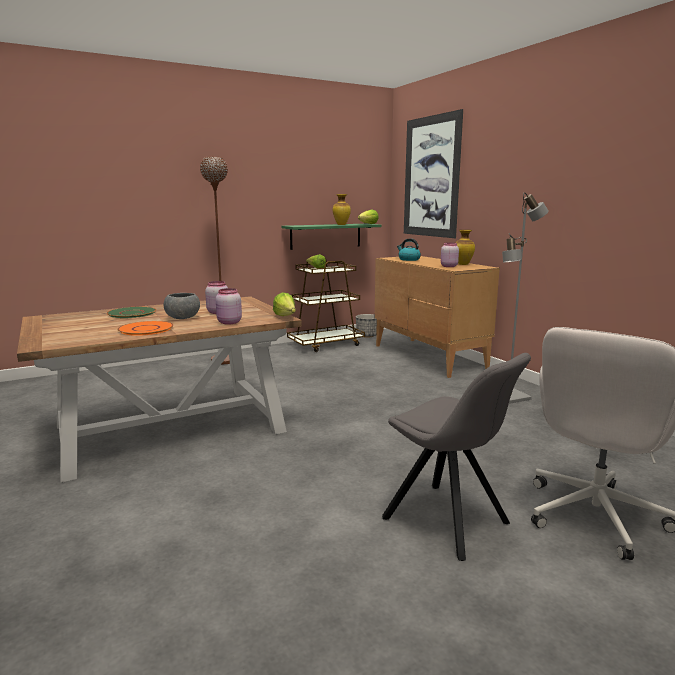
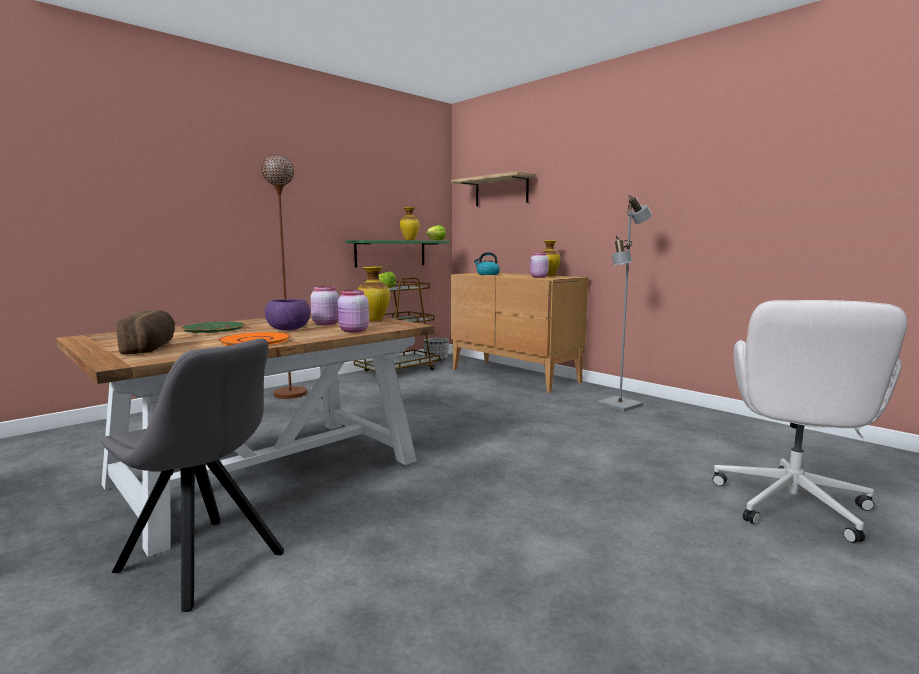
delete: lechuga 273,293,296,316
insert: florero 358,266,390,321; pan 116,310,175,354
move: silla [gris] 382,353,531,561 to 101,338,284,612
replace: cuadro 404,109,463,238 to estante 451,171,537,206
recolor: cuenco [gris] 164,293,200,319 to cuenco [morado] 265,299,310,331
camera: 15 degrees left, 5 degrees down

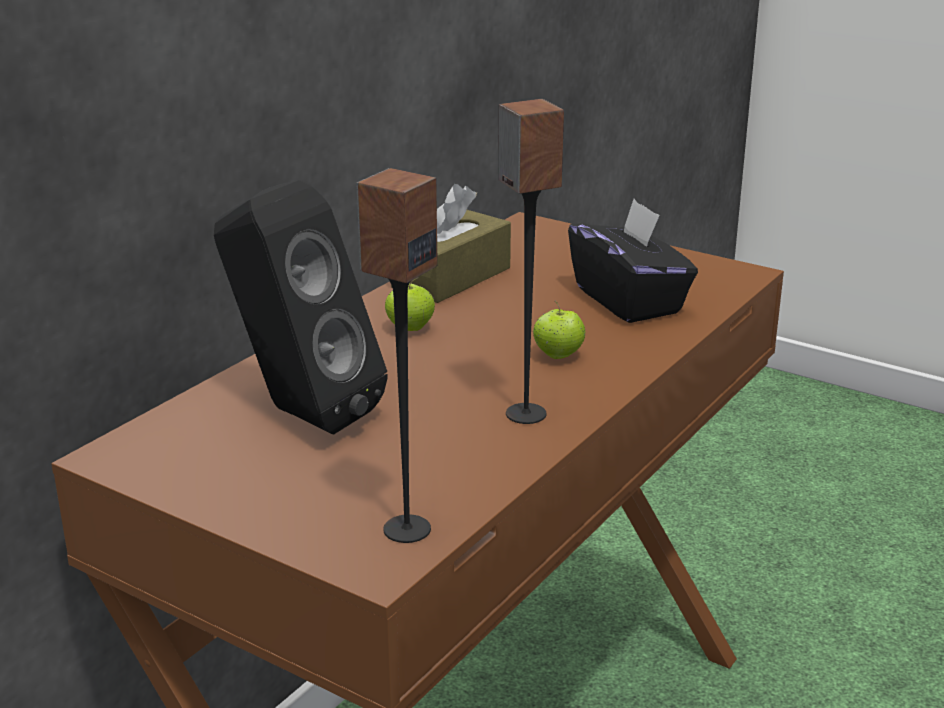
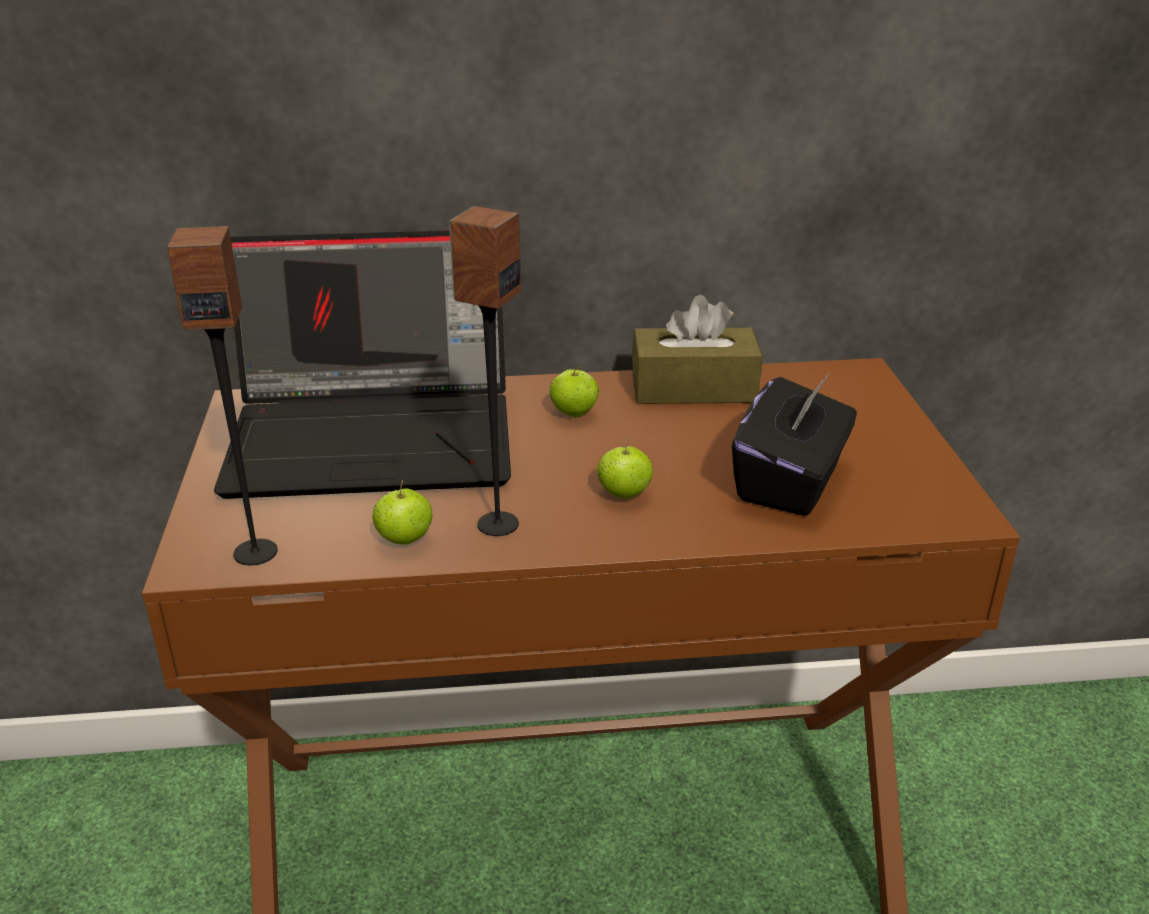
insert: manzana 372,480,432,545
replace: altavoz [negro] 214,180,388,434 to portátil 214,230,511,499
camera: 50 degrees right, 5 degrees up

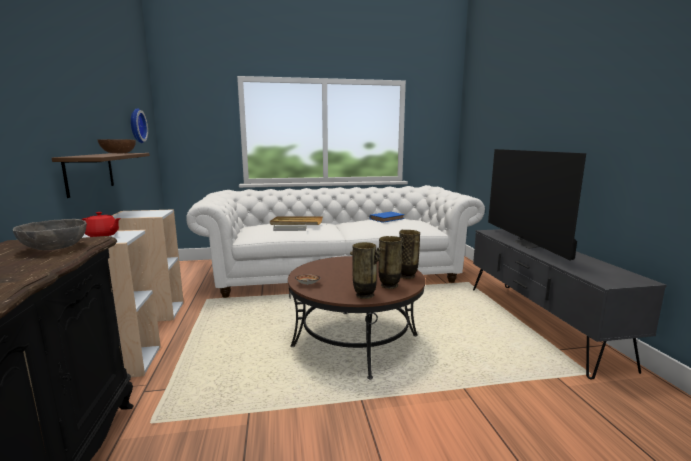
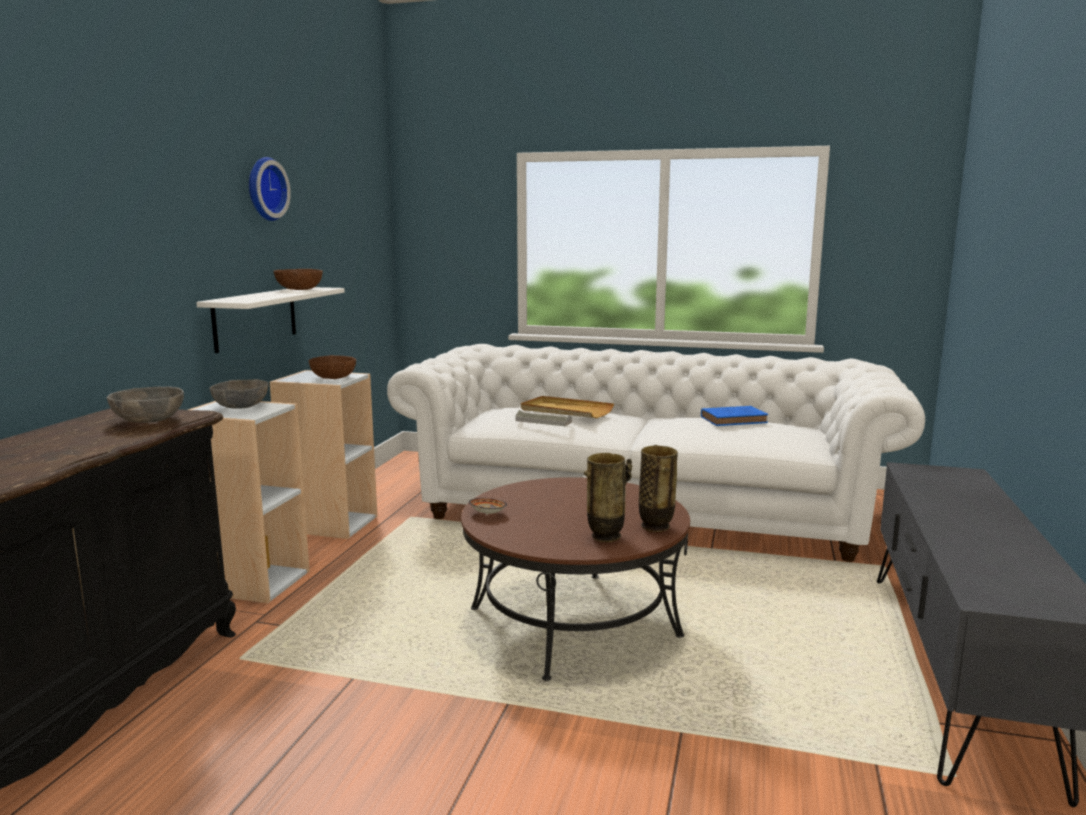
delete: televisor 488,149,586,260; florero 350,242,380,299
insert: cuenco [marrón] 309,355,356,379
move: reloj de pared 131,108,148,143 to 249,157,291,221
replace: tetera [rojo] 82,212,121,237 to cuenco [gris] 209,379,269,409
recolor: estante [marrón] 52,153,150,198 to estante [blanco] 196,287,345,353
camera: 25 degrees right, 0 degrees up

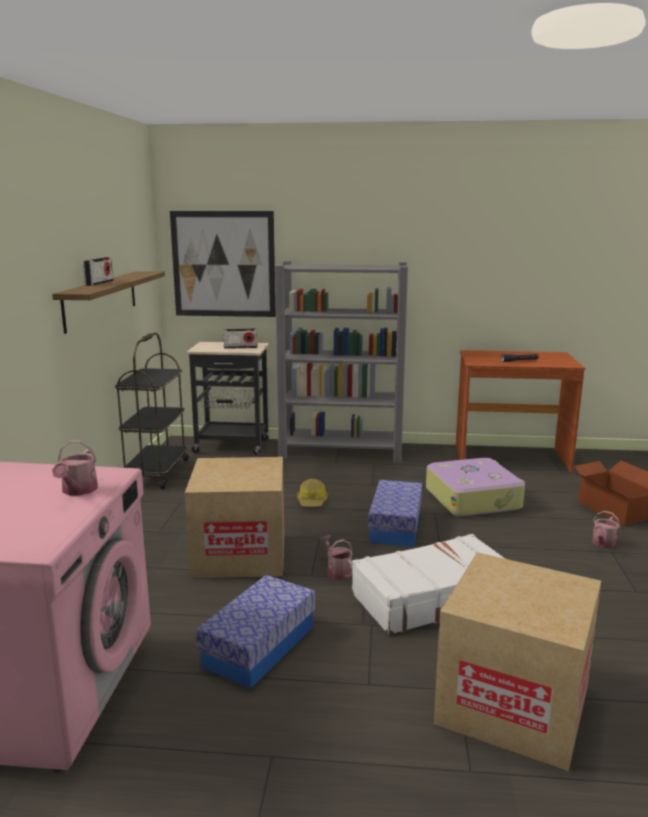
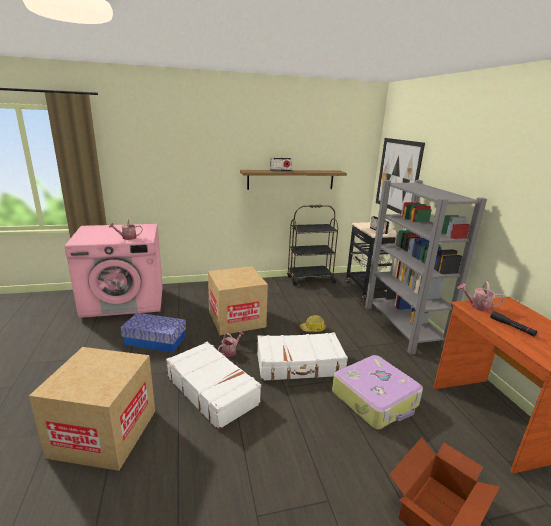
move: regadera 592,511,620,548 to 457,281,505,312
replace: caja de almacenaje 368,480,422,547 to maleta [blanco] 257,332,348,381
camera: 70 degrees right, 5 degrees up

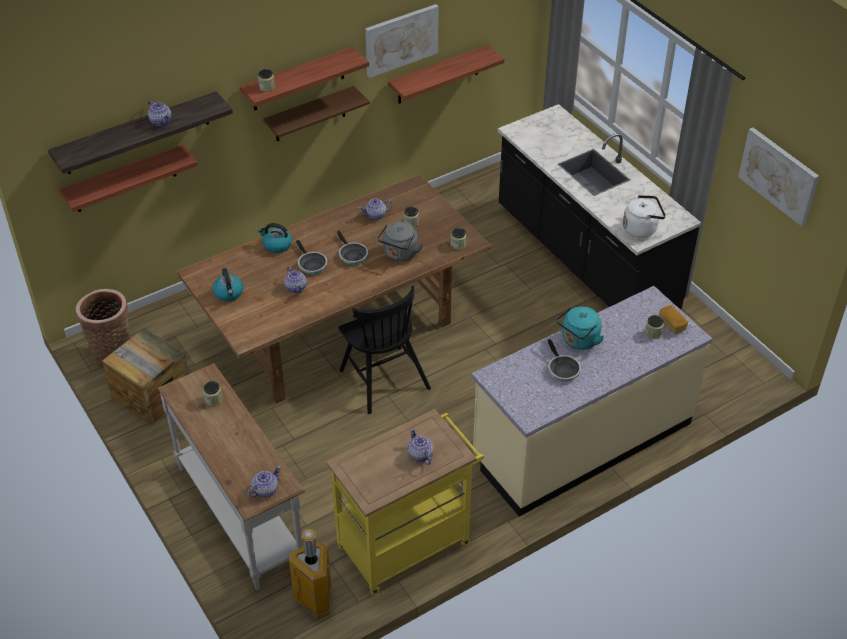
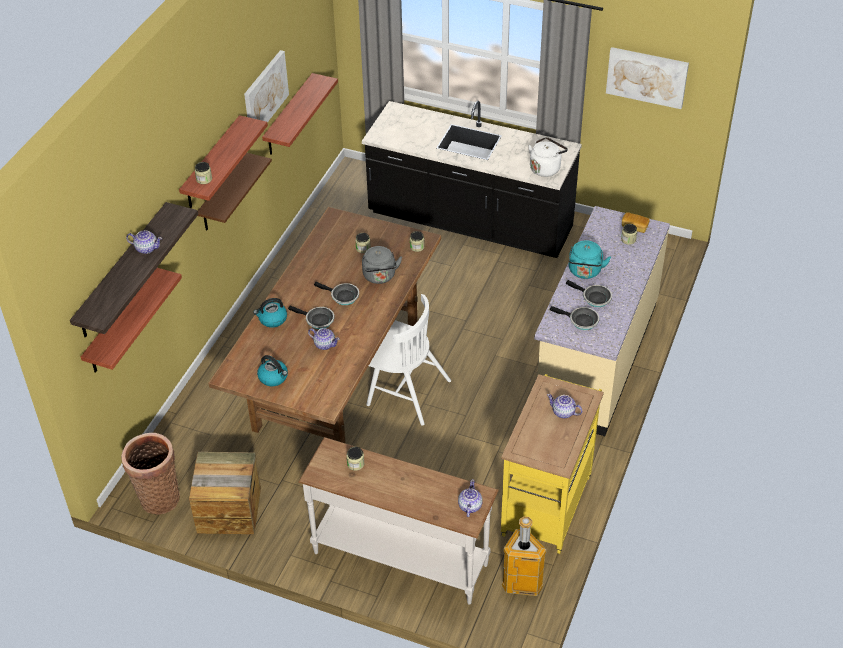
delete: tetera 359,199,392,220
insert: sartén 550,306,599,330
recolor: silla [negro] 338,285,431,414 to silla [blanco] 366,294,451,425
camera: 35 degrees left, 0 degrees up

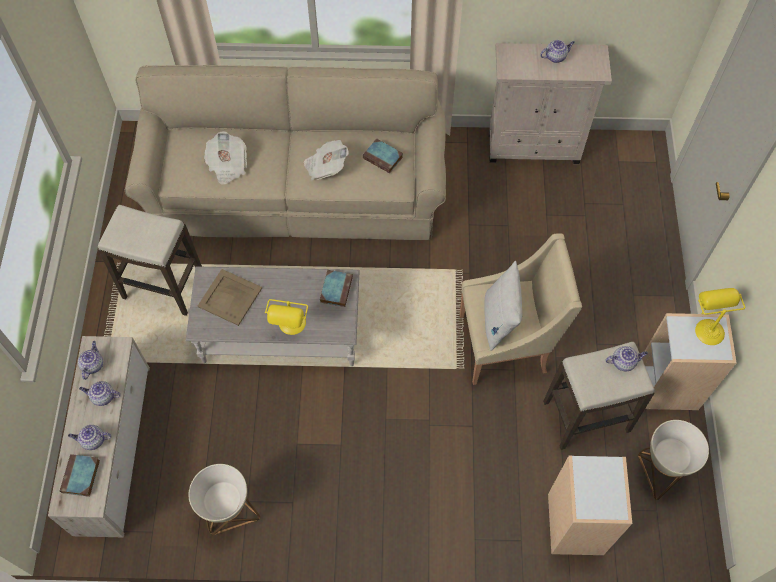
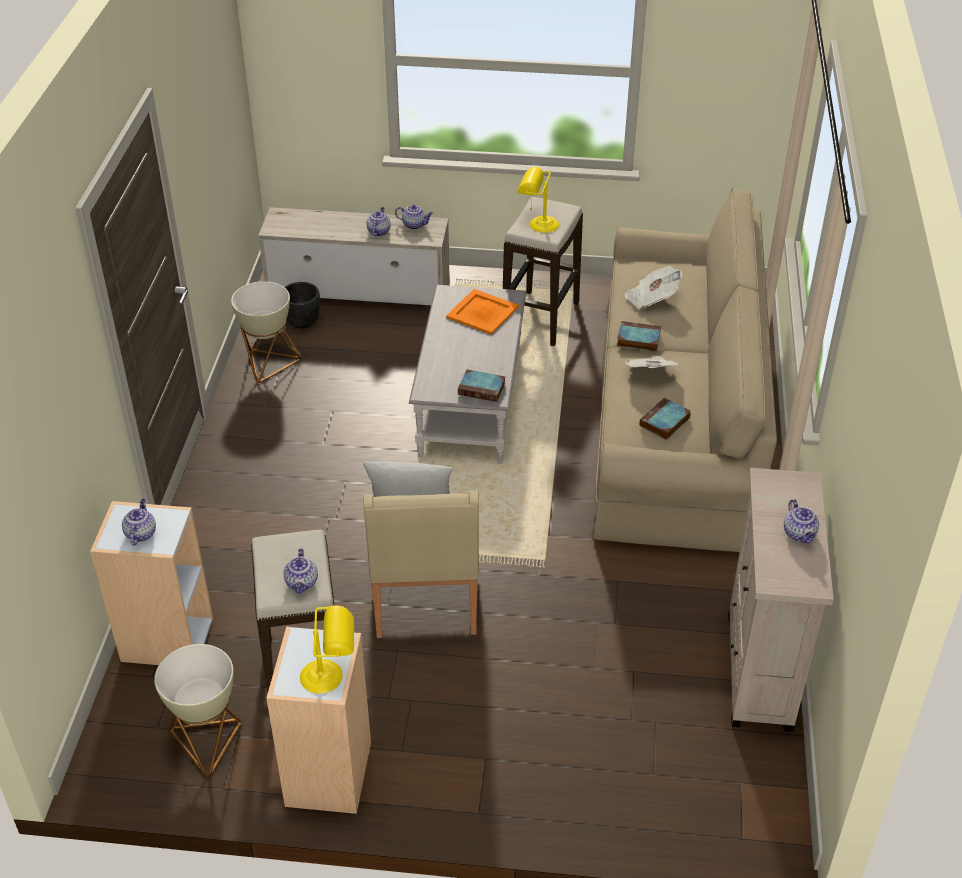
insert: maceta [negro] 285,282,320,328
move: lámpara de mesa [amarillo] 265,299,308,335 to 518,167,559,233; tetera 68,425,111,450 to 122,499,156,546; libro 60,454,100,497 to 617,321,661,351
recolor: bandeja [beis] 198,269,262,326 to bandeja [naranja] 446,289,519,335
camera: 95 degrees right, 20 degrees down

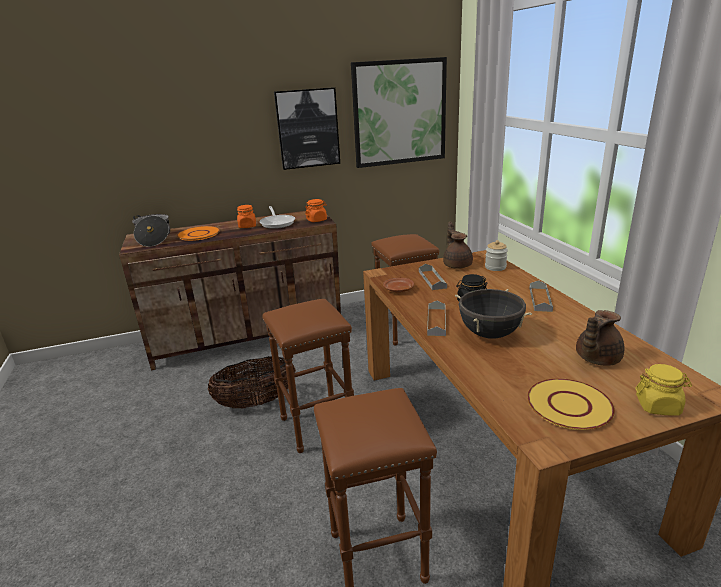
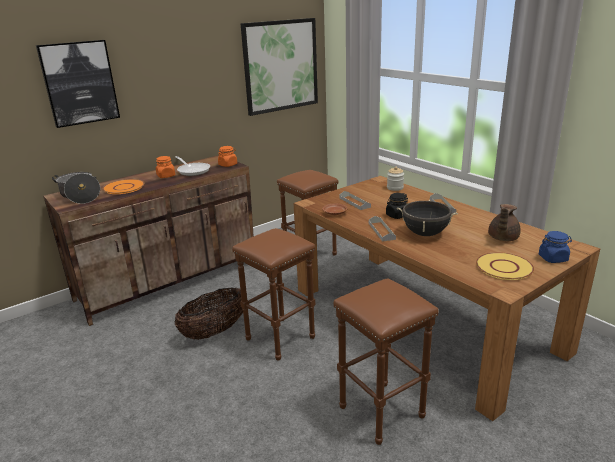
delete: tetera [marrón] 443,222,473,269
move: cuadro 274,87,340,170 to 36,40,120,128
recolor: tarro [amarillo] 635,364,692,416 to tarro [azul] 539,231,572,263
camera: 20 degrees left, 0 degrees up

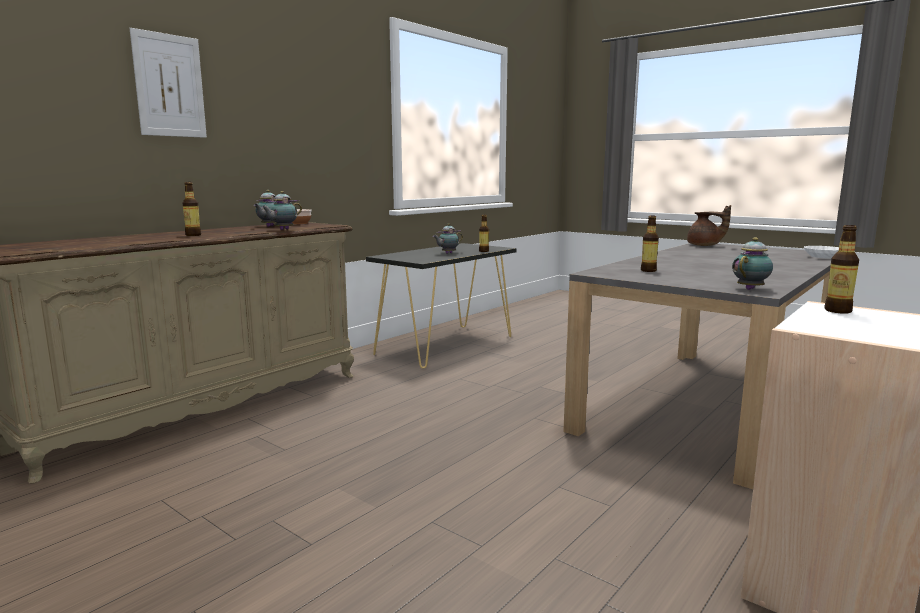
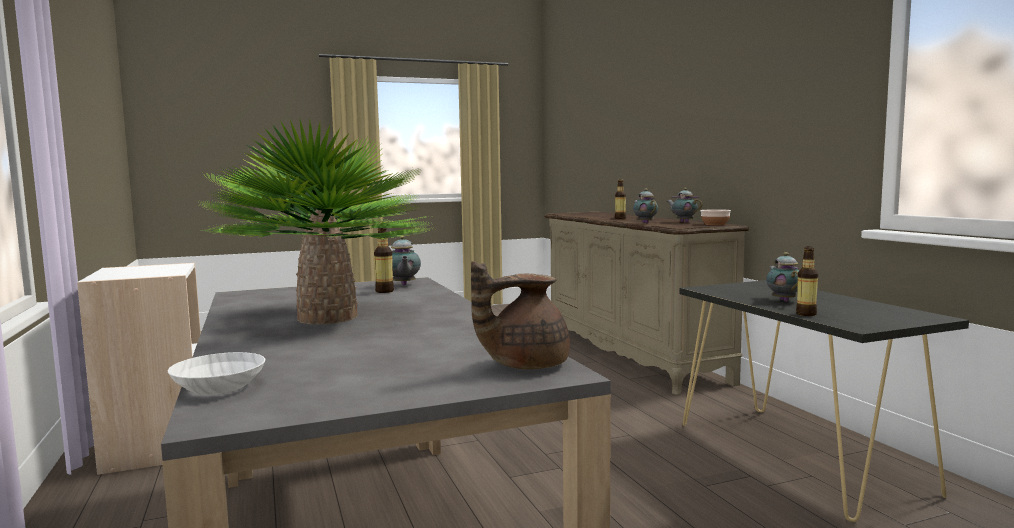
delete: cuadro 130,28,207,138; botella 825,225,859,314
insert: planta en maceta 197,120,435,324
move: tetera 732,237,773,290 to 391,236,421,286
camera: 120 degrees right, 5 degrees down

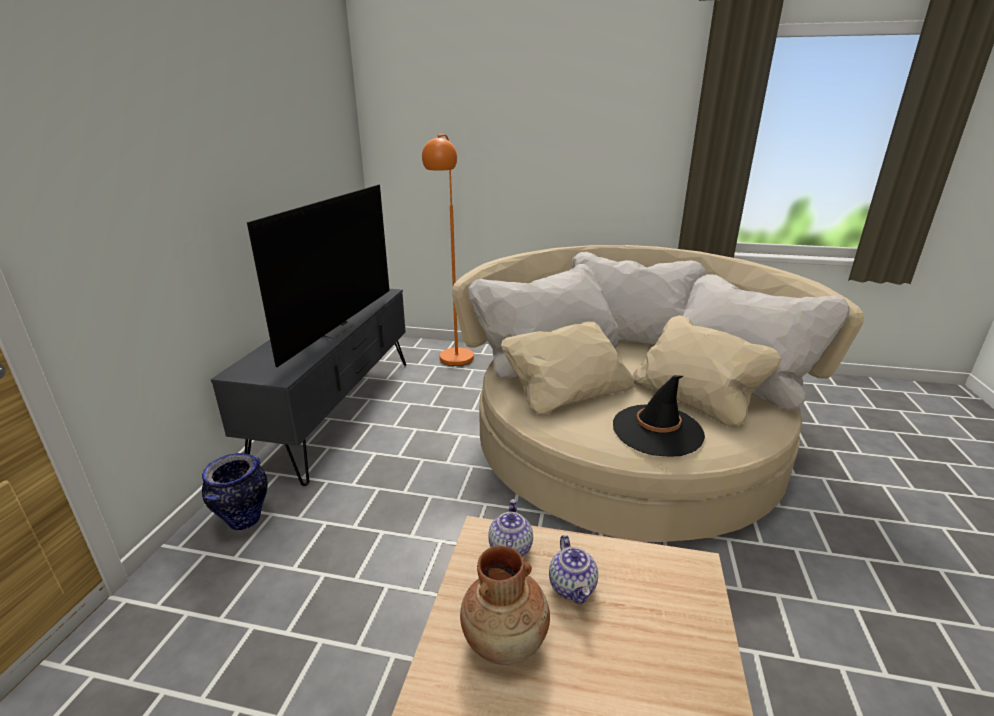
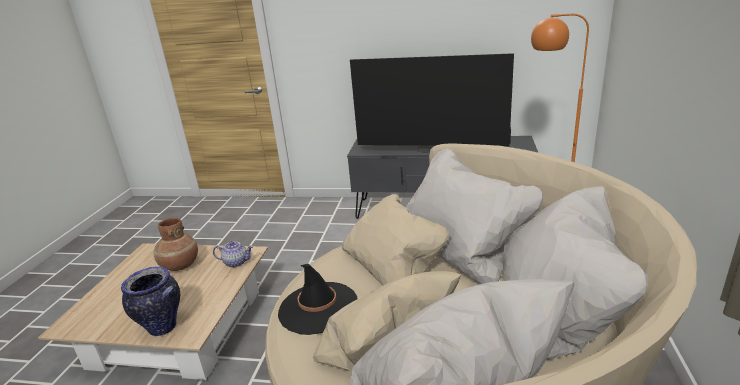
delete: tetera 549,535,598,605
move: florero 202,453,268,530 to 121,267,180,336
camera: 90 degrees right, 0 degrees up

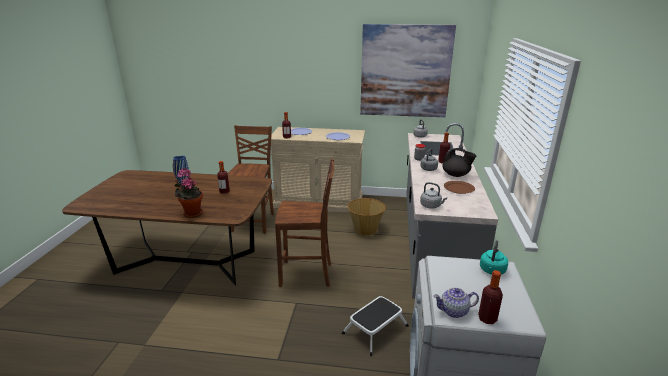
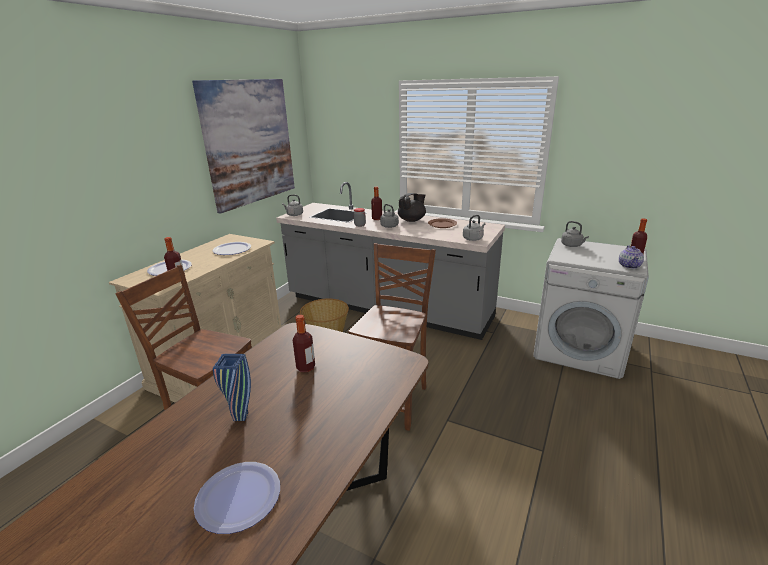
delete: planta en maceta 175,168,203,218; escalera de tijera [negro] 342,296,409,356
insert: plato 193,462,280,534
recolor: hervidor [turquesa] 480,240,508,275 to hervidor [gris] 561,221,589,247
camera: 70 degrees left, 0 degrees up

